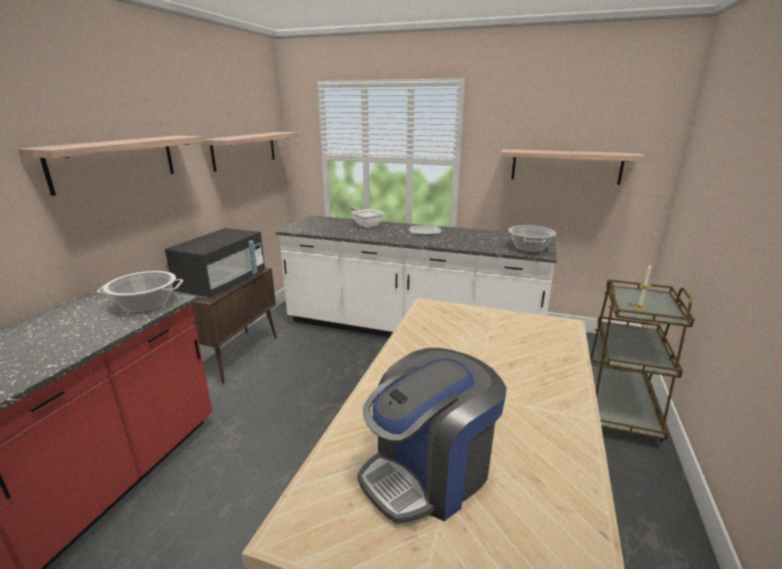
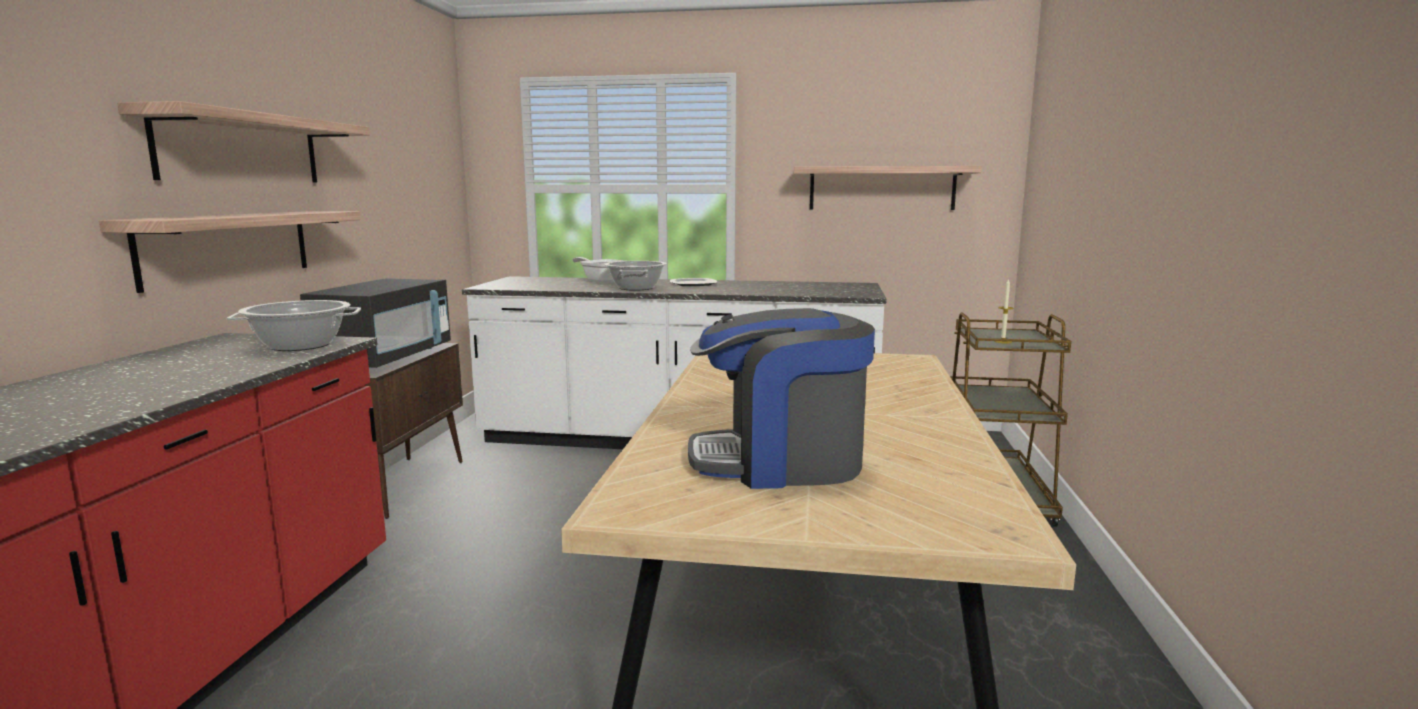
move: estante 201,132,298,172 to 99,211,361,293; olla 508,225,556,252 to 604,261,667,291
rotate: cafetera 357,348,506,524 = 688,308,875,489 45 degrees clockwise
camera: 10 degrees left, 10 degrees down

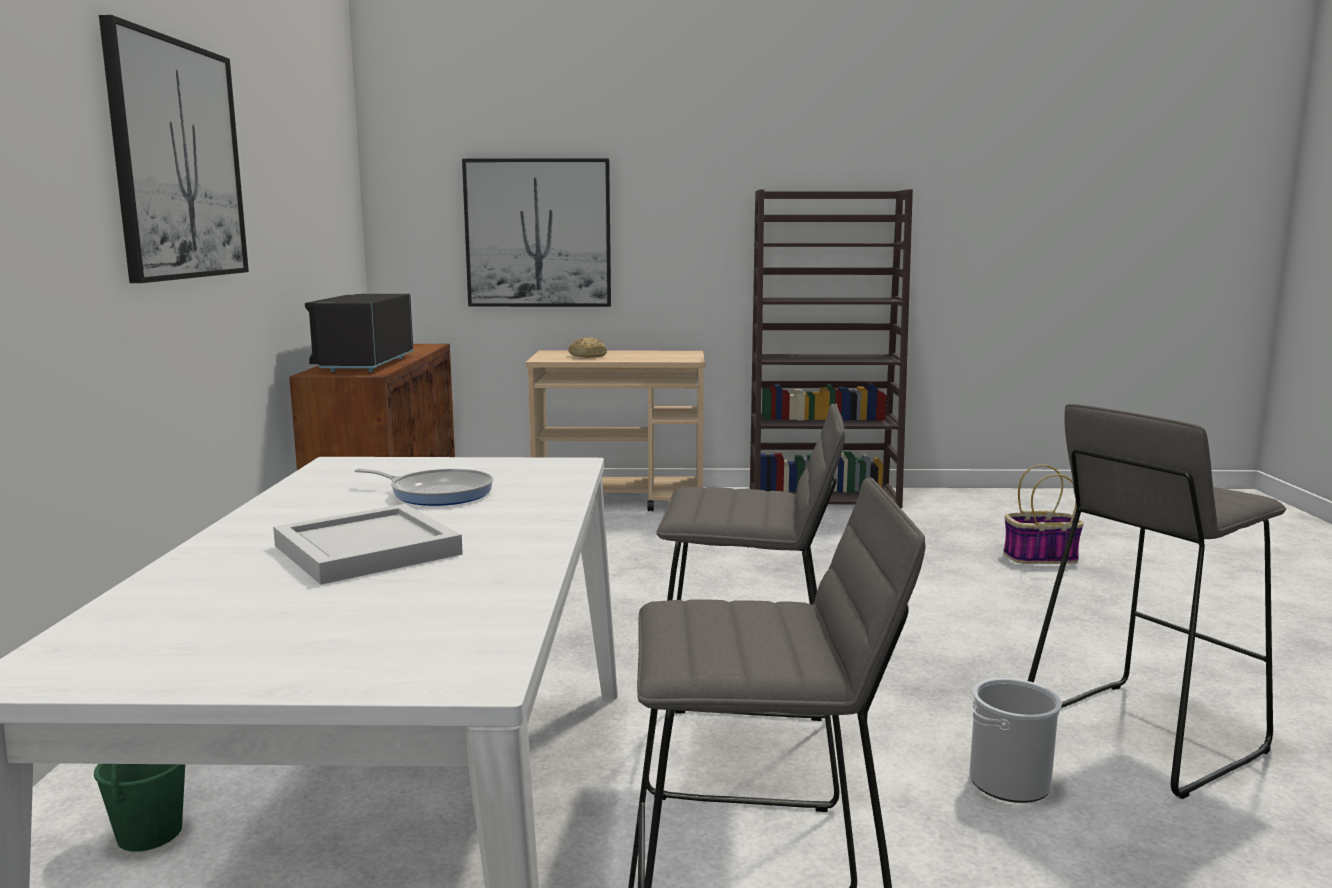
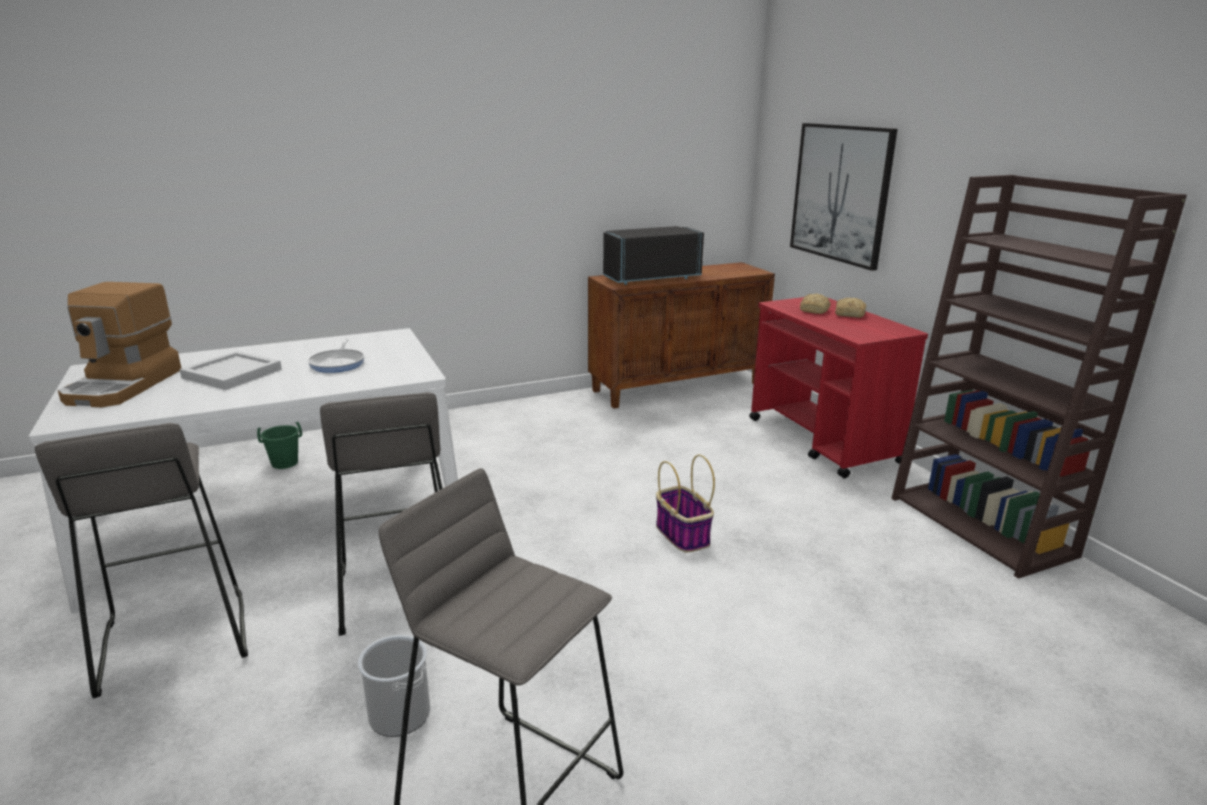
delete: cuadro 99,15,249,283
insert: cafetera 58,282,182,407; pan 835,298,866,318
move: cesta 1003,465,1084,564 to 656,454,715,552
recolor: carrito [beis] 526,350,705,511 to carrito [rojo] 749,297,928,479
camera: 65 degrees right, 10 degrees up

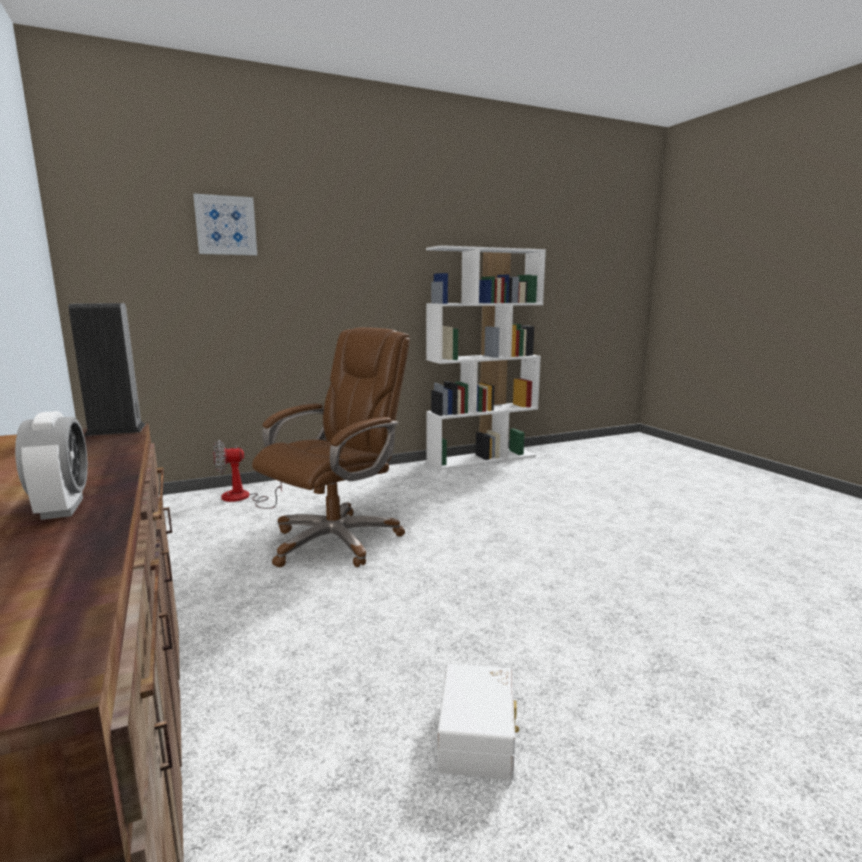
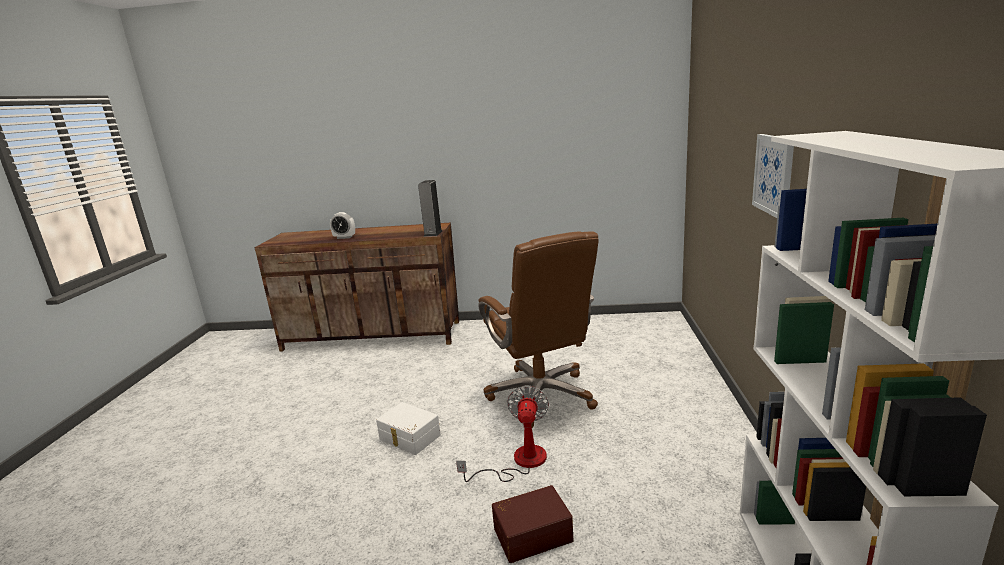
insert: caja de almacenaje [marrón] 492,485,573,563
move: cuadro 193,193,257,255 to 752,134,794,218; ventilador 213,440,282,509 to 456,385,549,482; caja de almacenaje [blanco] 437,664,519,780 to 376,402,441,455
camera: 120 degrees right, 5 degrees up

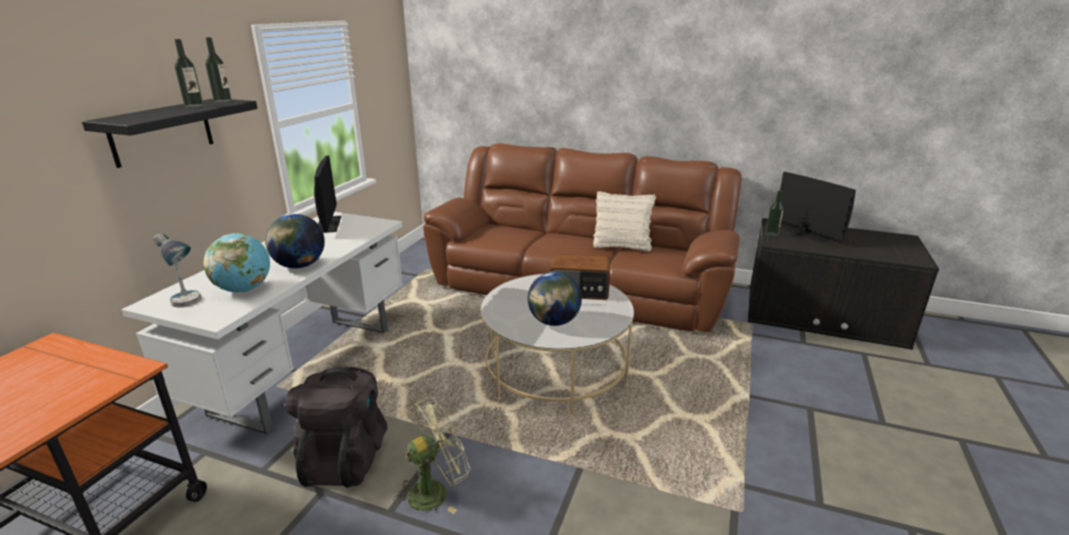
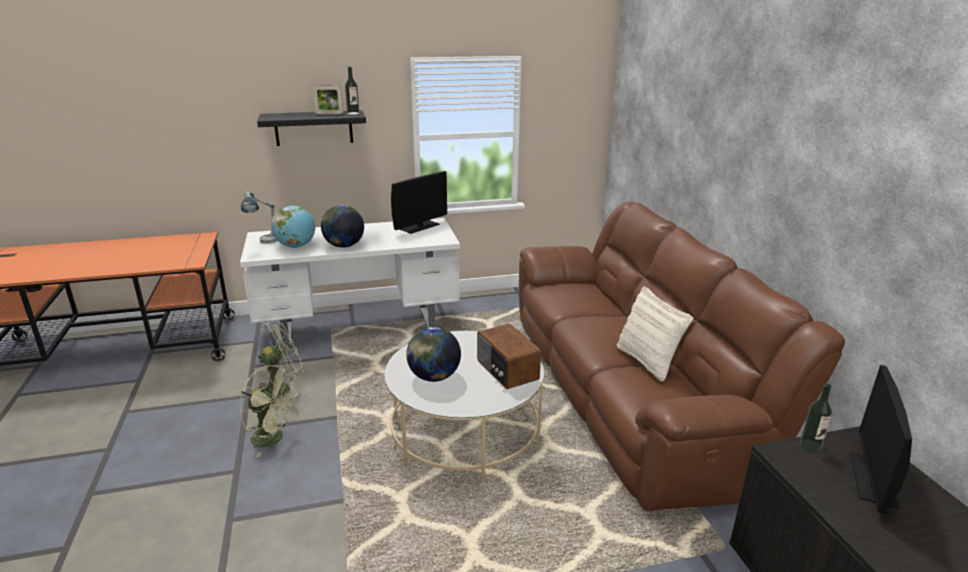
replace: botella 174,39,204,107 to portarretratos 313,85,343,114; mochila [negro] 285,366,388,488 to ventilador [verde] 258,320,303,398
camera: 55 degrees right, 0 degrees up

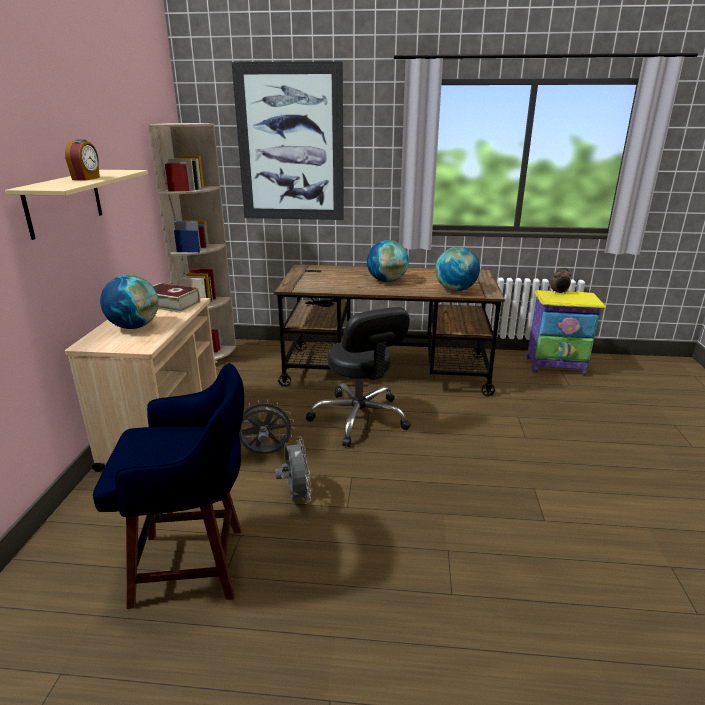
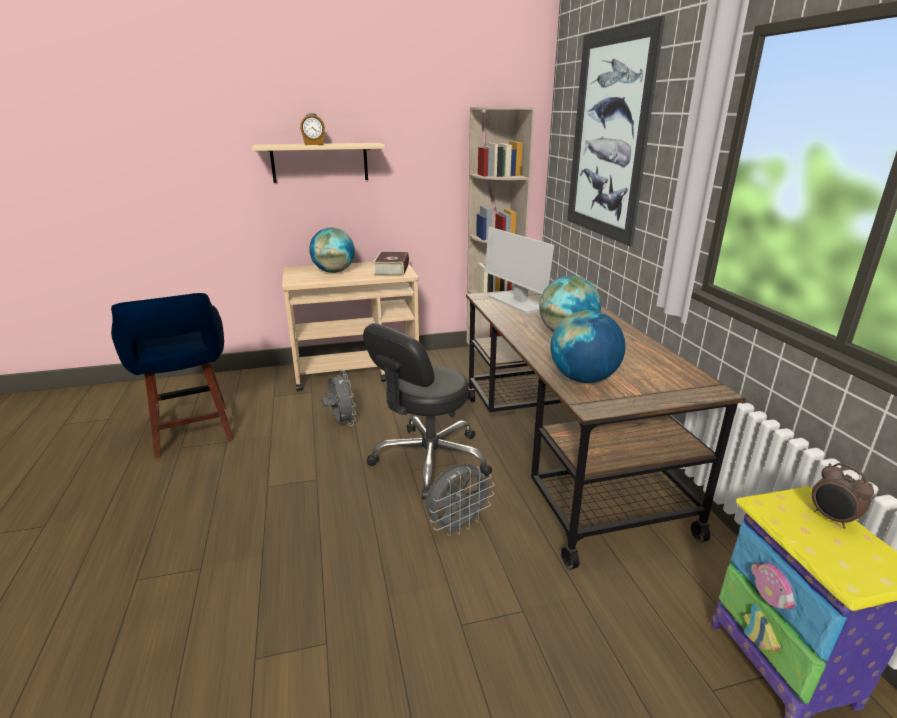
insert: monitor 485,227,554,314
move: ventilador [gris] 275,436,311,504 to 426,463,495,536
camera: 70 degrees right, 0 degrees up

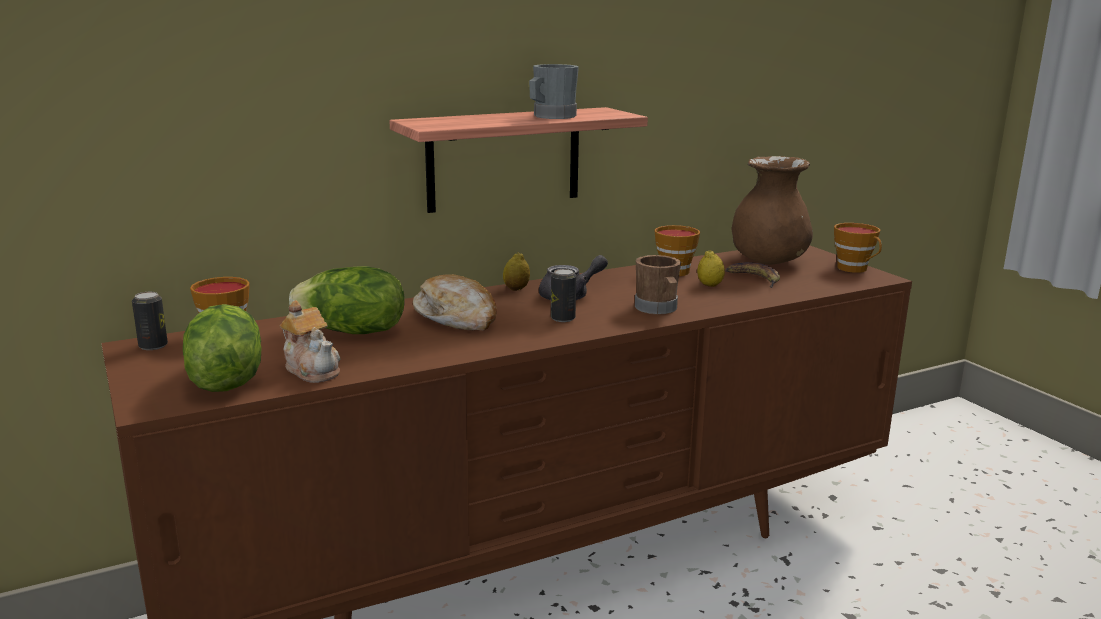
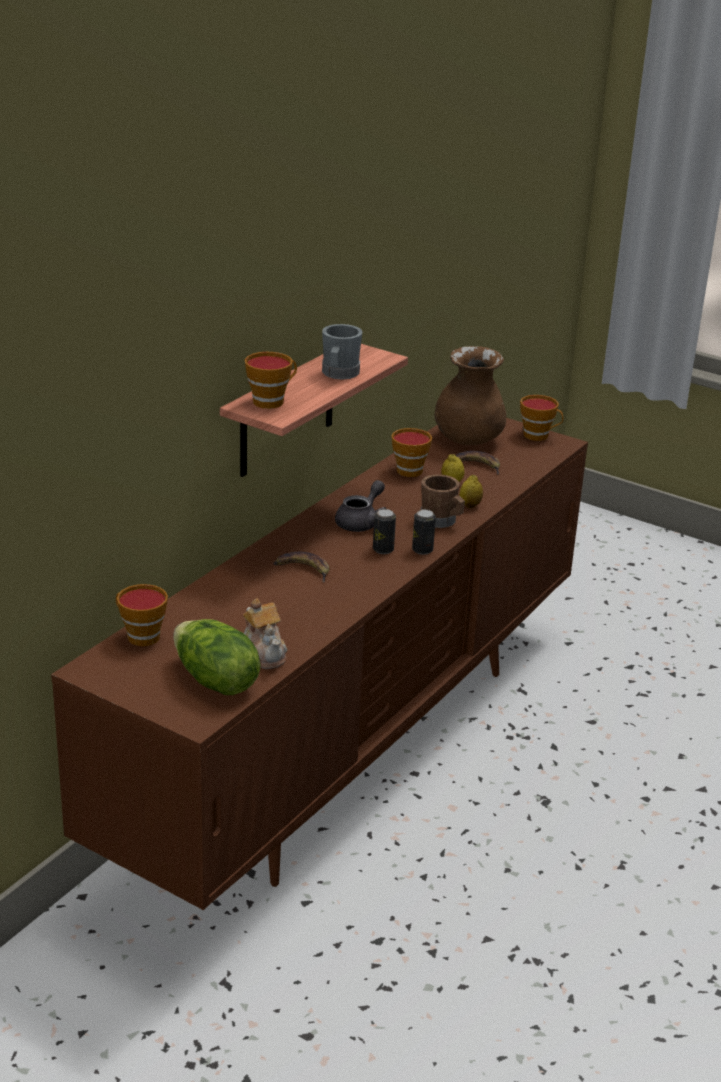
delete: lechuga 289,267,405,334
insert: taza 245,352,297,409
move: limón 503,252,530,291 to 460,475,483,508; lata 132,292,168,350 to 412,509,436,555
replace: pan 413,274,497,331 to plátano 274,552,329,582
rotate: tetera 280,300,341,383 = 243,598,287,669 45 degrees clockwise
camera: 30 degrees left, 10 degrees up

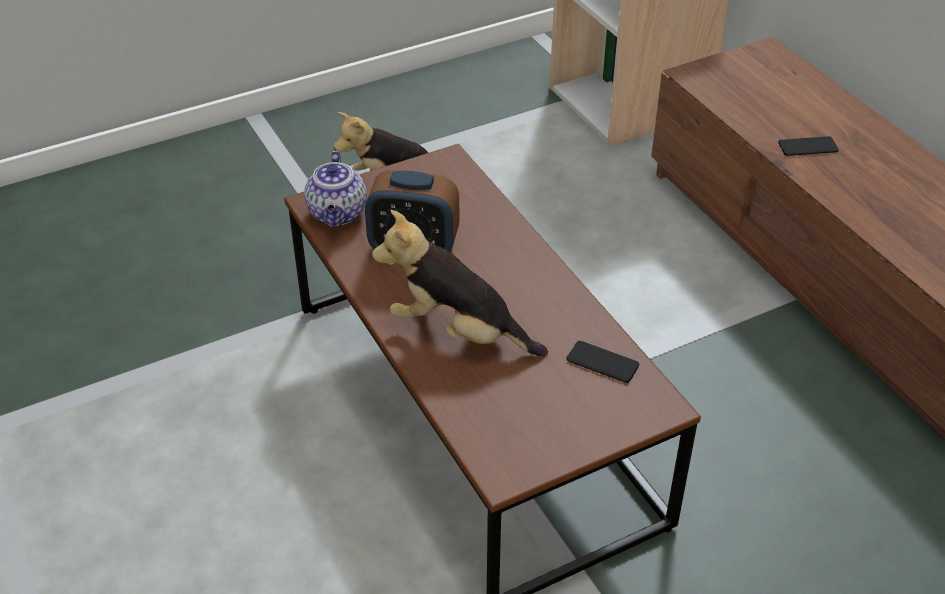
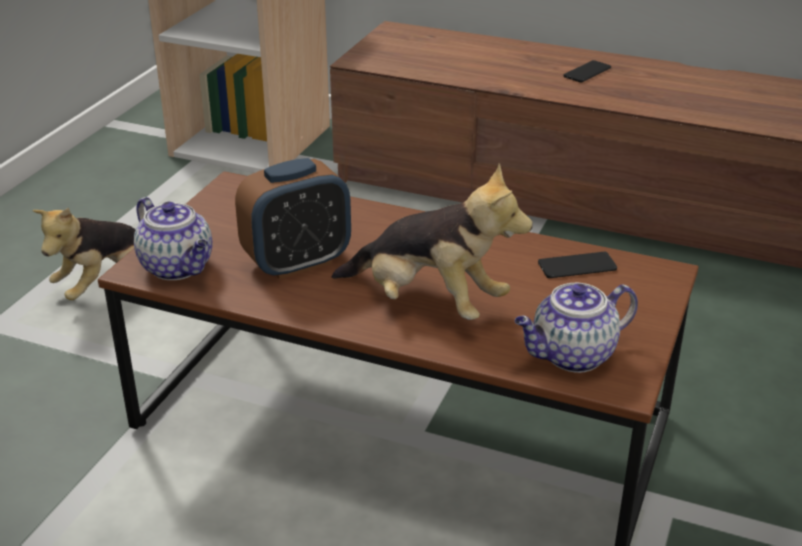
insert: tetera 515,283,638,373
move: móvil 778,136,839,156 to 563,60,611,83
rotate: peluche 372,210,548,356 = 331,163,533,320 135 degrees counterclockwise
camera: 40 degrees left, 10 degrees down

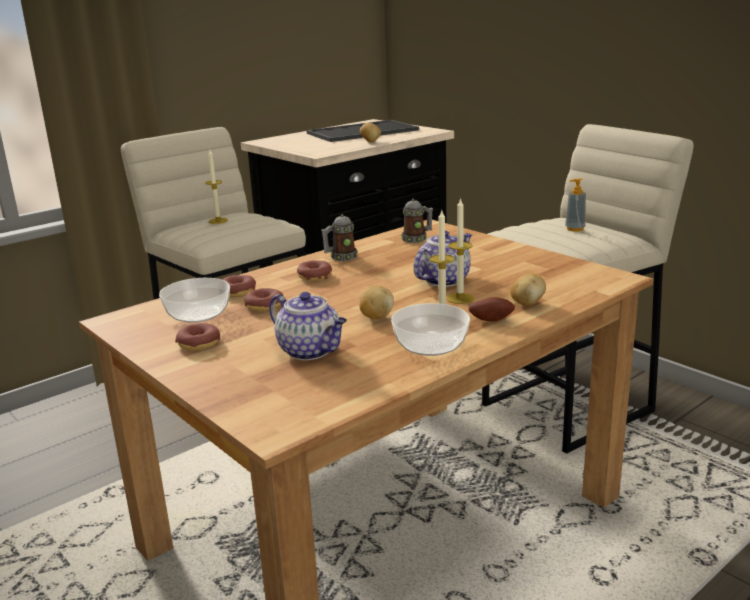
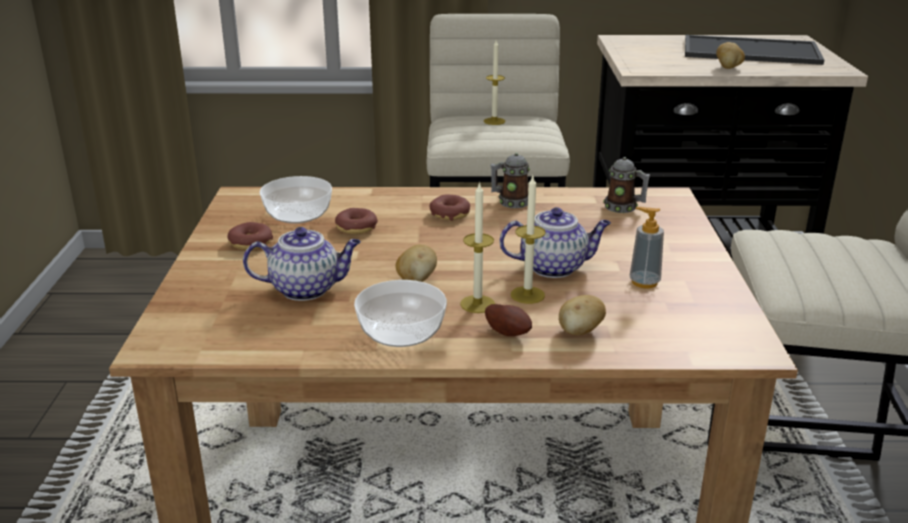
delete: rosquilla 223,275,256,297
move: dispensador de jabón 565,178,586,232 to 630,207,664,289
rotate: tetera 269,292,347,360 = 243,227,361,301 90 degrees counterclockwise
camera: 40 degrees right, 5 degrees up

